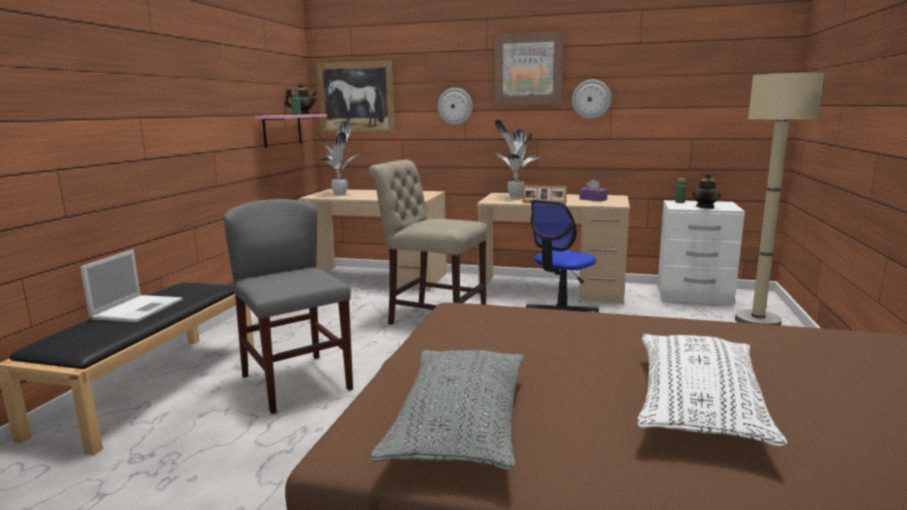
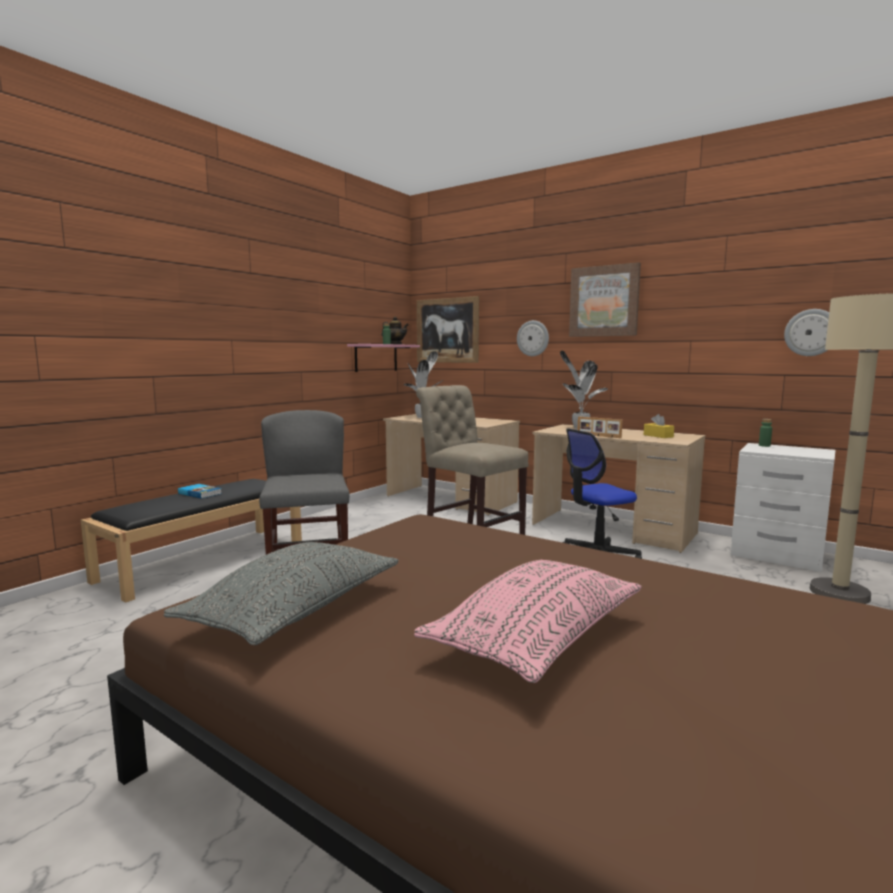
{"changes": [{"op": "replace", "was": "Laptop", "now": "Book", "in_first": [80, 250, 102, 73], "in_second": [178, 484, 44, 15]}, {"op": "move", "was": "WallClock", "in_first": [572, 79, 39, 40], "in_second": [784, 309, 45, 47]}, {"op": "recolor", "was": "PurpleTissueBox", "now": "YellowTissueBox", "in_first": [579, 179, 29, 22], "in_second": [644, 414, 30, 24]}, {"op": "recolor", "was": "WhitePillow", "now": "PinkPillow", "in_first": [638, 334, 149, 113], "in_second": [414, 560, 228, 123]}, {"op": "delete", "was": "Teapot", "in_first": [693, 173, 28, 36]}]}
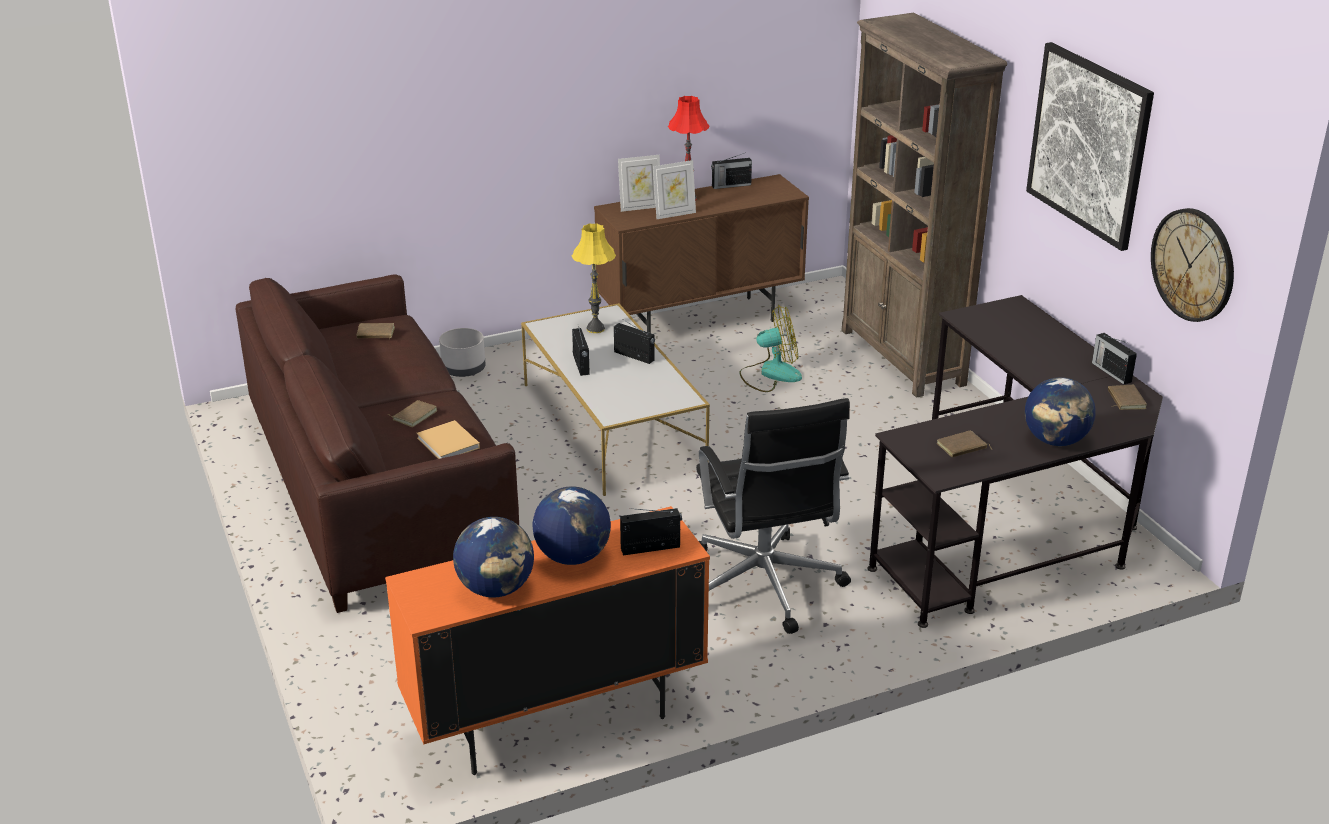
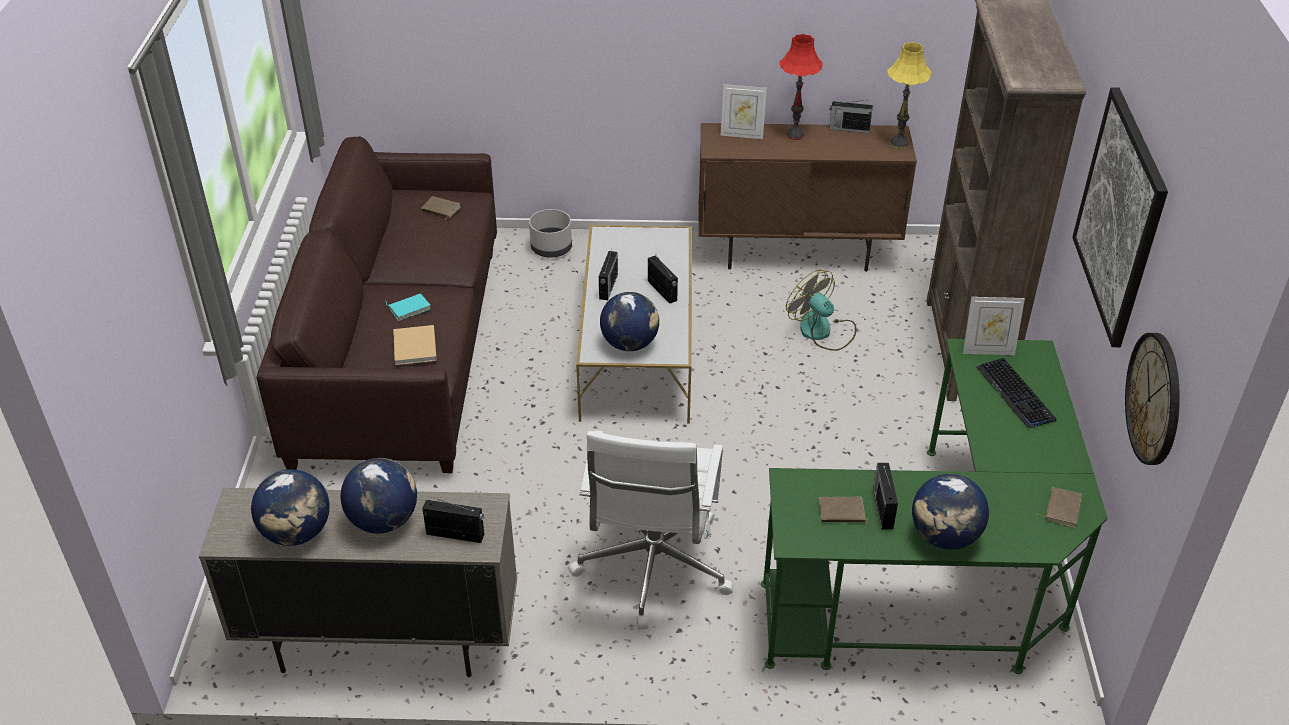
{"changes": [{"op": "recolor", "was": "OrangeCabinet", "now": "BeigeCabinet", "in_first": [385, 506, 325, 269], "in_second": [199, 488, 318, 189]}, {"op": "recolor", "was": "BrownBook", "now": "TurquoiseBook", "in_first": [388, 400, 49, 27], "in_second": [386, 293, 45, 28]}, {"op": "move", "was": "YellowTableLamp", "in_first": [572, 223, 44, 110], "in_second": [887, 42, 44, 107]}, {"op": "move", "was": "PictureFrame", "in_first": [653, 160, 43, 59], "in_second": [963, 297, 62, 58]}, {"op": "recolor", "was": "BlackOfficeChair", "now": "WhiteOfficeChair", "in_first": [696, 398, 155, 236], "in_second": [569, 431, 164, 199]}, {"op": "rotate", "was": "Fan", "in_first": [739, 305, 63, 87], "in_second": [786, 270, 70, 81], "clockwise": -150}, {"op": "recolor", "was": "BlackDesk", "now": "GreenDesk", "in_first": [867, 295, 296, 333], "in_second": [761, 339, 347, 335]}, {"op": "move", "was": "Radio", "in_first": [1092, 333, 45, 52], "in_second": [873, 463, 25, 66]}, {"op": "insert", "now": "Globe", "in_second": [600, 292, 59, 59]}, {"op": "insert", "now": "Keyboard", "in_second": [976, 358, 80, 70]}]}
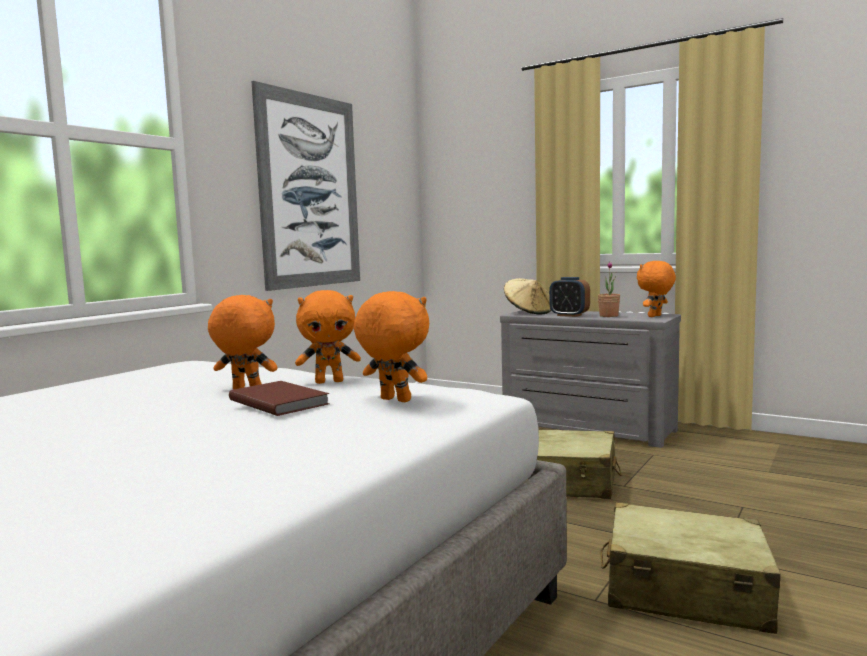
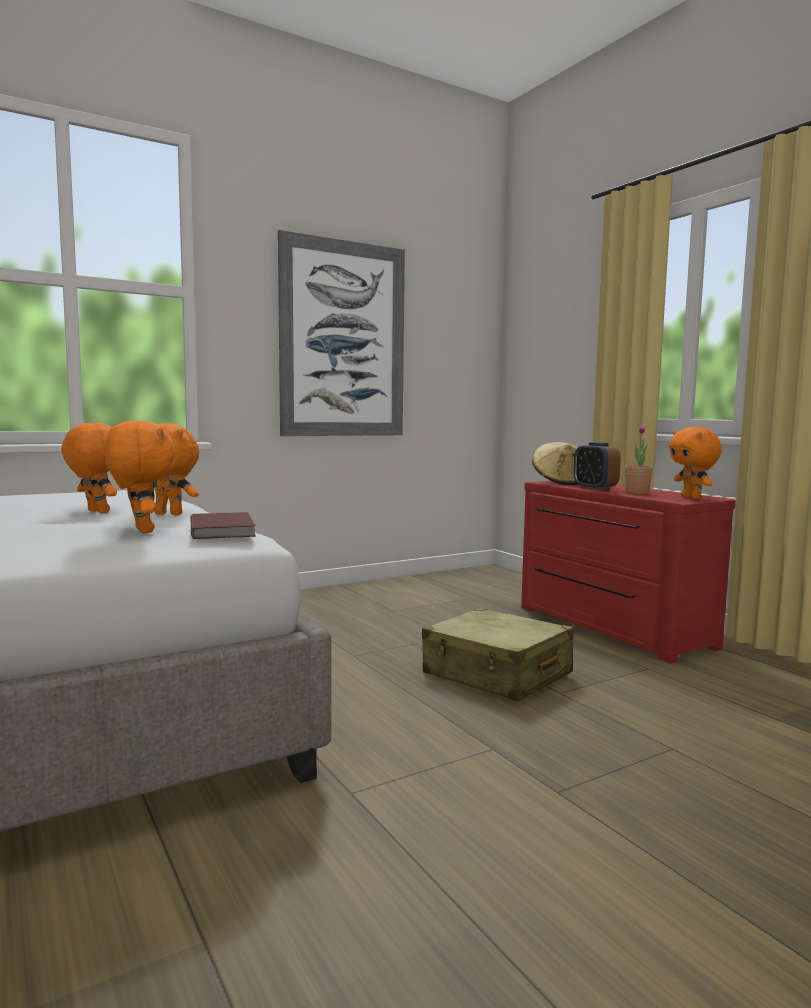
{"changes": [{"op": "move", "was": "BrownBook", "in_first": [229, 381, 100, 35], "in_second": [191, 512, 65, 27]}, {"op": "recolor", "was": "GreyDresser", "now": "RedDresser", "in_first": [500, 310, 181, 138], "in_second": [521, 481, 215, 183]}, {"op": "delete", "was": "BeigeSuitcase", "in_first": [600, 502, 181, 132]}, {"op": "rotate", "was": "OrangePlushToy", "in_first": [637, 261, 39, 56], "in_second": [669, 427, 53, 72], "clockwise": -90}]}
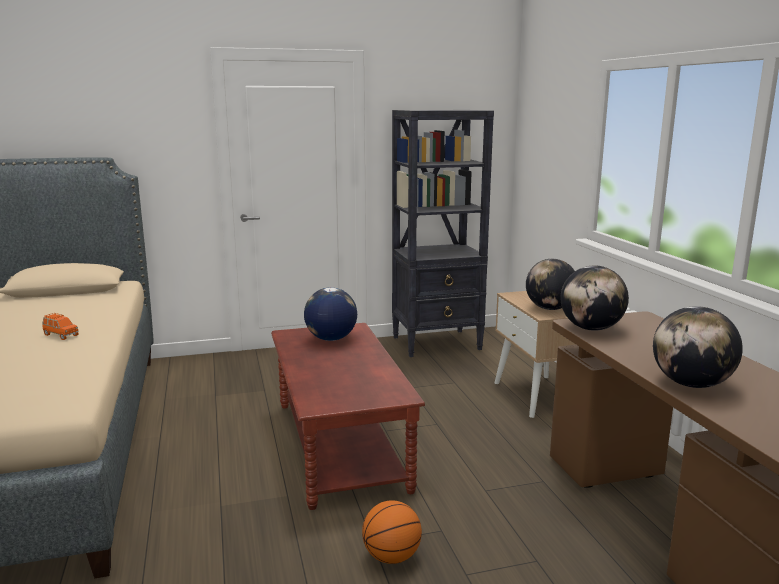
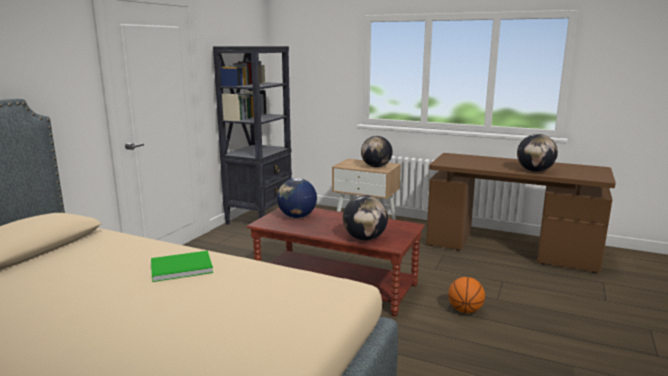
{"changes": [{"op": "replace", "was": "OrangeToyCar", "now": "GreenBook", "in_first": [42, 313, 37, 27], "in_second": [151, 251, 62, 31]}, {"op": "move", "was": "Globe", "in_first": [561, 266, 68, 65], "in_second": [343, 195, 45, 45]}]}
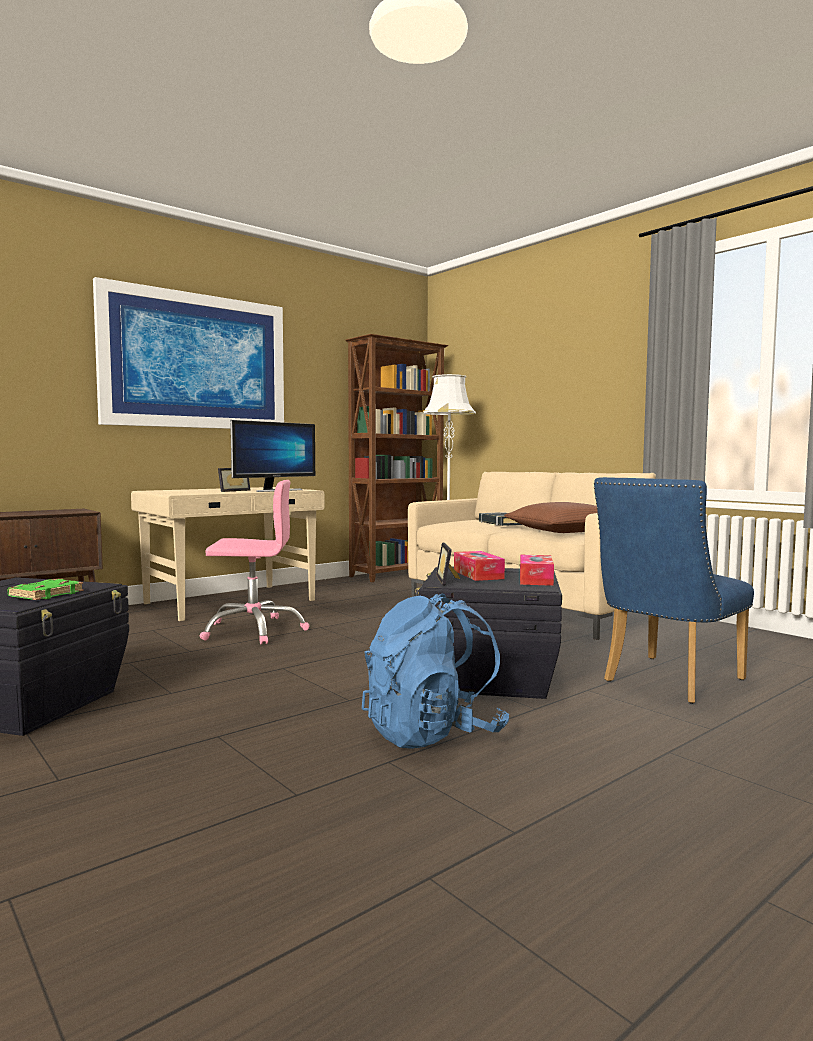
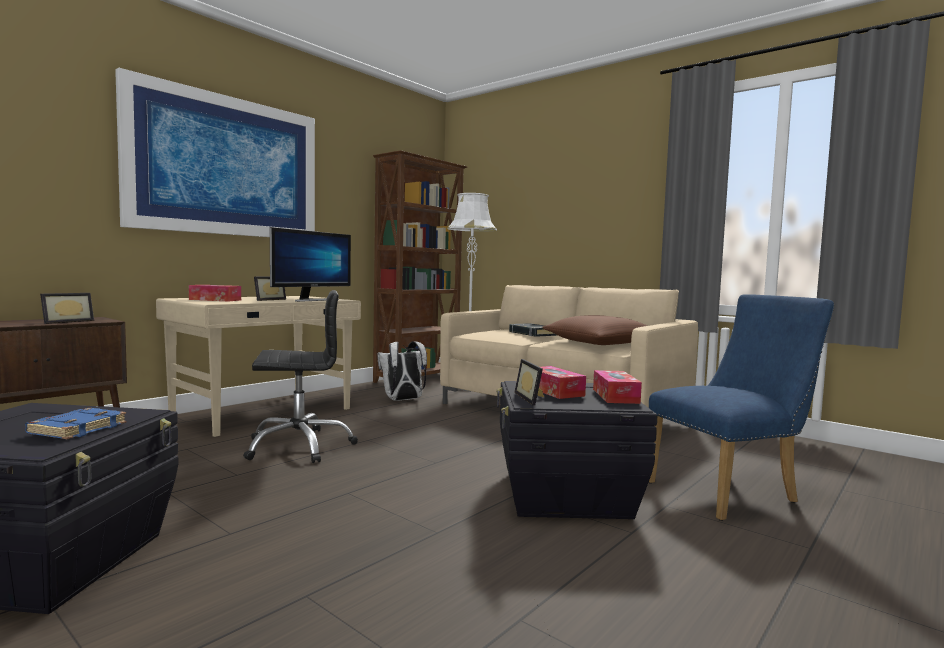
{"changes": [{"op": "recolor", "was": "GreenBook", "now": "BlueBook", "in_first": [7, 579, 77, 21], "in_second": [25, 408, 102, 31]}, {"op": "recolor", "was": "PinkOfficeChair", "now": "BlackOfficeChair", "in_first": [200, 480, 110, 164], "in_second": [243, 290, 115, 173]}, {"op": "delete", "was": "BlueBackpack", "in_first": [362, 593, 147, 156]}, {"op": "rotate", "was": "BlueChair", "in_first": [594, 477, 160, 227], "in_second": [649, 294, 185, 227], "clockwise": -150}, {"op": "insert", "now": "PictureFrame", "in_second": [40, 293, 54, 31]}, {"op": "insert", "now": "TissueBox", "in_second": [189, 285, 52, 16]}, {"op": "insert", "now": "WhiteBackpack", "in_second": [377, 341, 50, 60]}]}
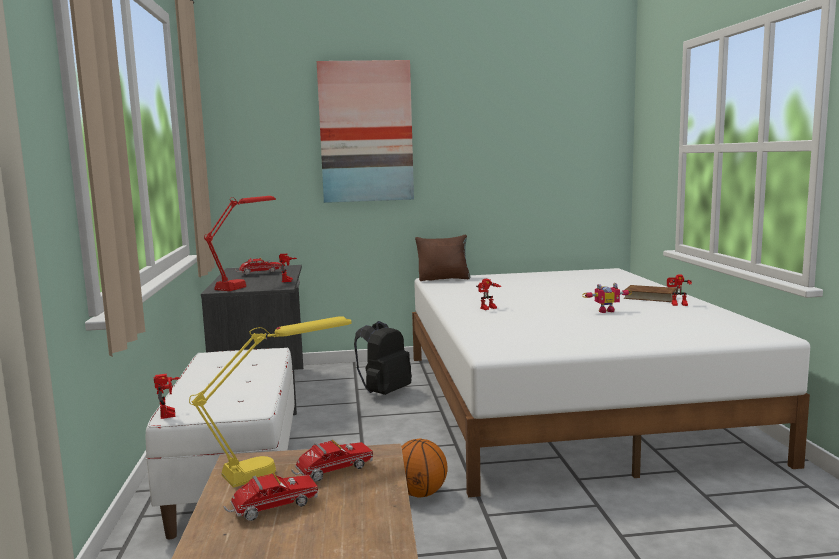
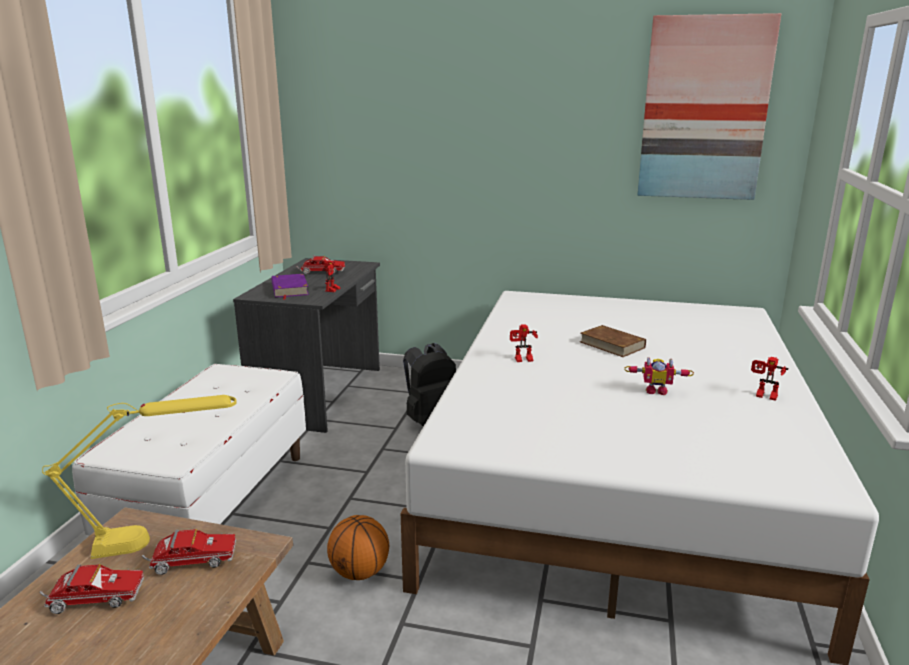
{"changes": [{"op": "delete", "was": "ToyRobot", "in_first": [154, 374, 27, 45]}, {"op": "replace", "was": "RedTableLamp", "now": "PurpleBook", "in_first": [204, 196, 72, 95], "in_second": [271, 274, 38, 26]}, {"op": "move", "was": "Picture", "in_first": [317, 60, 97, 143], "in_second": [637, 13, 145, 187]}, {"op": "delete", "was": "BrownPillow", "in_first": [415, 234, 56, 47]}, {"op": "move", "was": "BrownBook", "in_first": [624, 285, 53, 17], "in_second": [580, 325, 66, 32]}]}
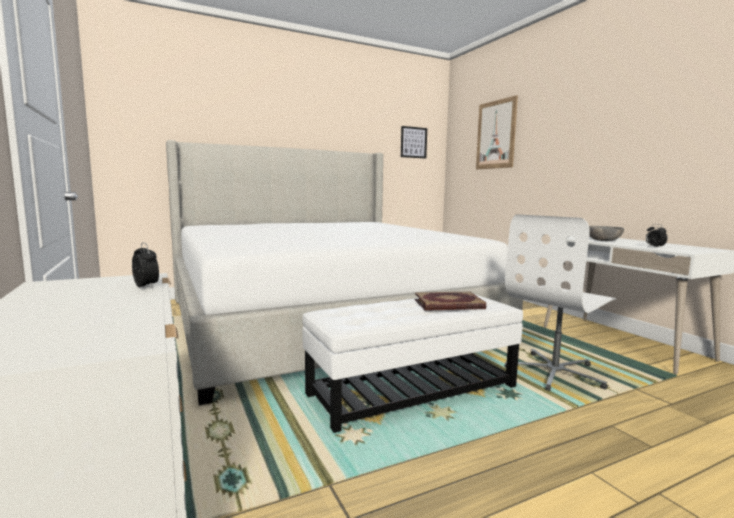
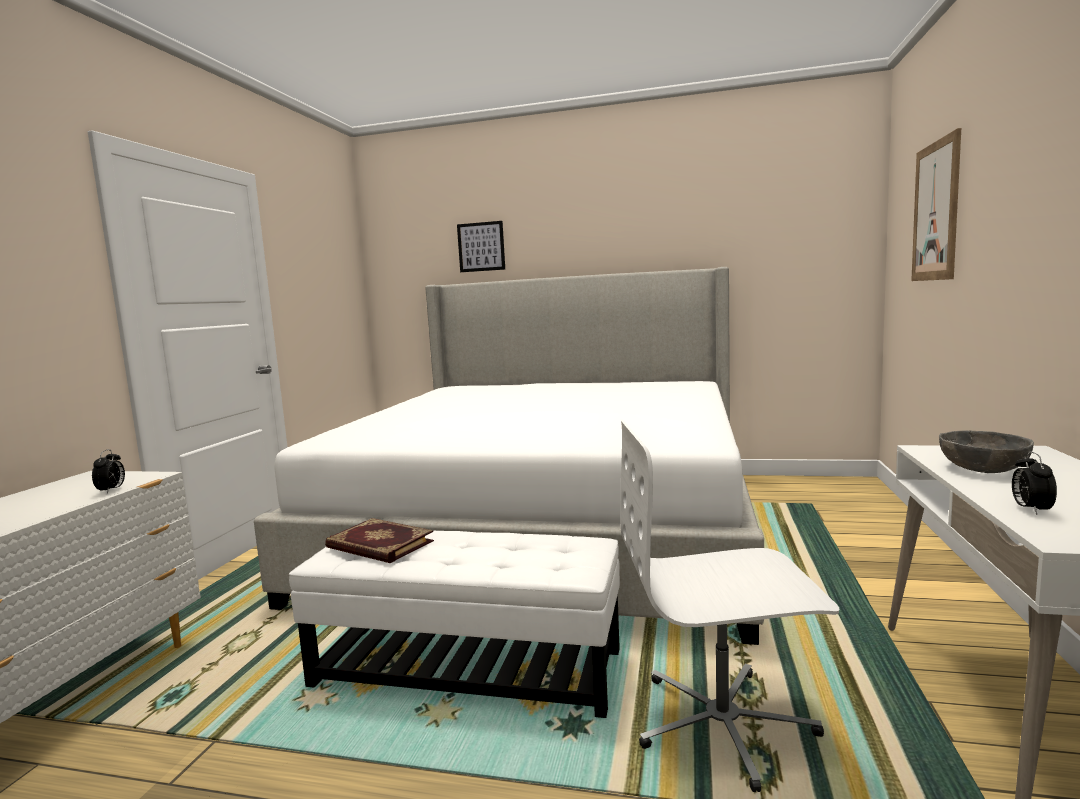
{"changes": [{"op": "move", "was": "Picture", "in_first": [401, 126, 26, 33], "in_second": [457, 221, 48, 51]}, {"op": "move", "was": "Book", "in_first": [414, 292, 72, 19], "in_second": [325, 518, 109, 45]}]}
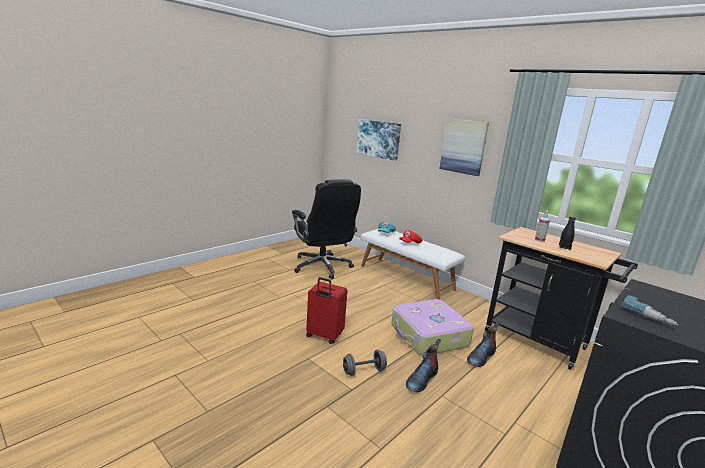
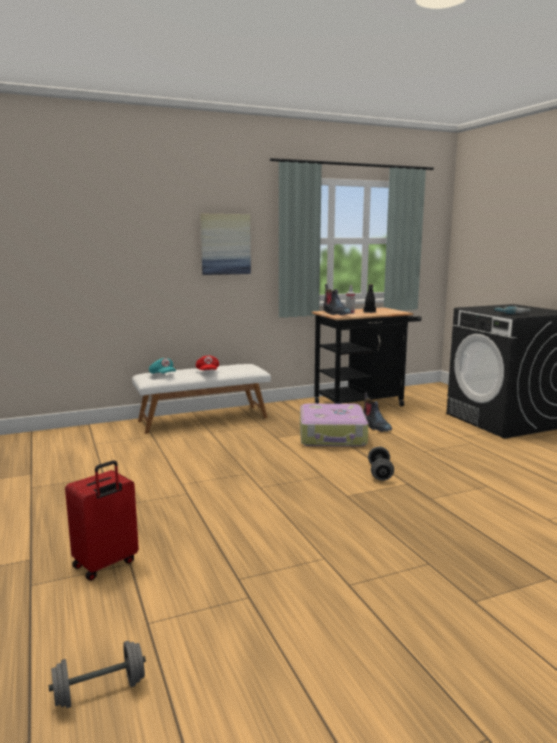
{"changes": [{"op": "delete", "was": "BlackOfficeChair", "in_first": [292, 179, 69, 100]}, {"op": "move", "was": "RedSuitcase", "in_first": [306, 277, 42, 67], "in_second": [65, 460, 74, 121]}, {"op": "delete", "was": "Picture", "in_first": [356, 119, 45, 42]}, {"op": "move", "was": "Boot", "in_first": [406, 339, 35, 53], "in_second": [323, 284, 29, 31]}, {"op": "insert", "now": "GreyDumbbell", "in_second": [48, 641, 98, 67]}]}
